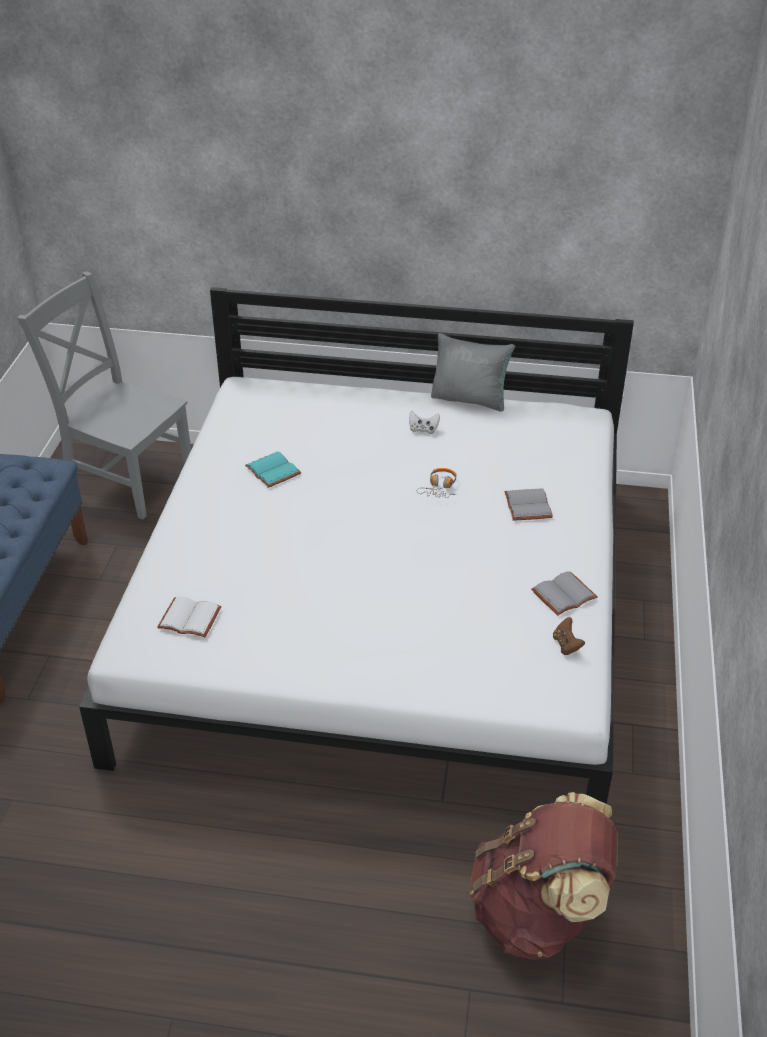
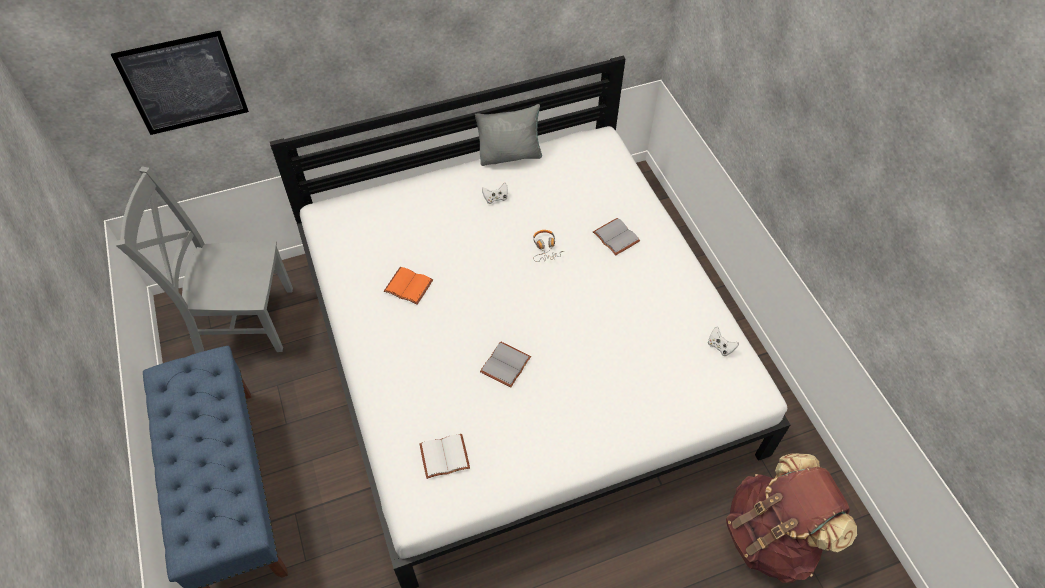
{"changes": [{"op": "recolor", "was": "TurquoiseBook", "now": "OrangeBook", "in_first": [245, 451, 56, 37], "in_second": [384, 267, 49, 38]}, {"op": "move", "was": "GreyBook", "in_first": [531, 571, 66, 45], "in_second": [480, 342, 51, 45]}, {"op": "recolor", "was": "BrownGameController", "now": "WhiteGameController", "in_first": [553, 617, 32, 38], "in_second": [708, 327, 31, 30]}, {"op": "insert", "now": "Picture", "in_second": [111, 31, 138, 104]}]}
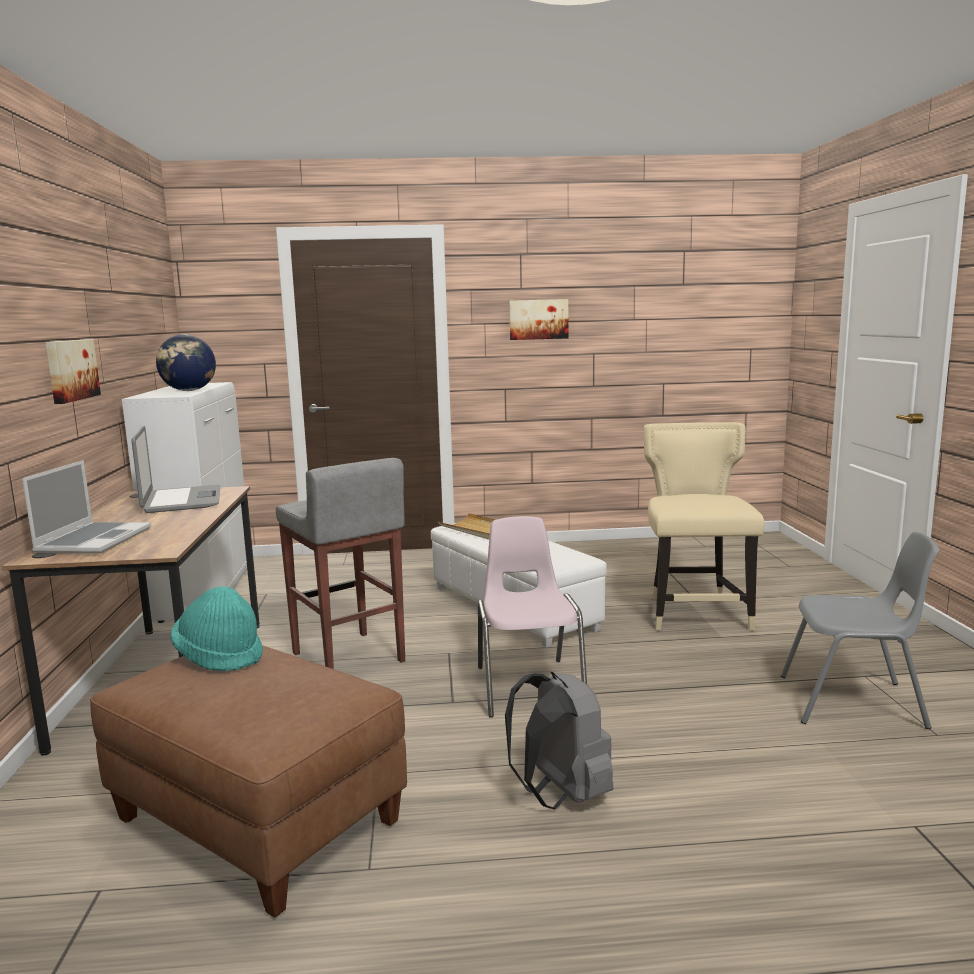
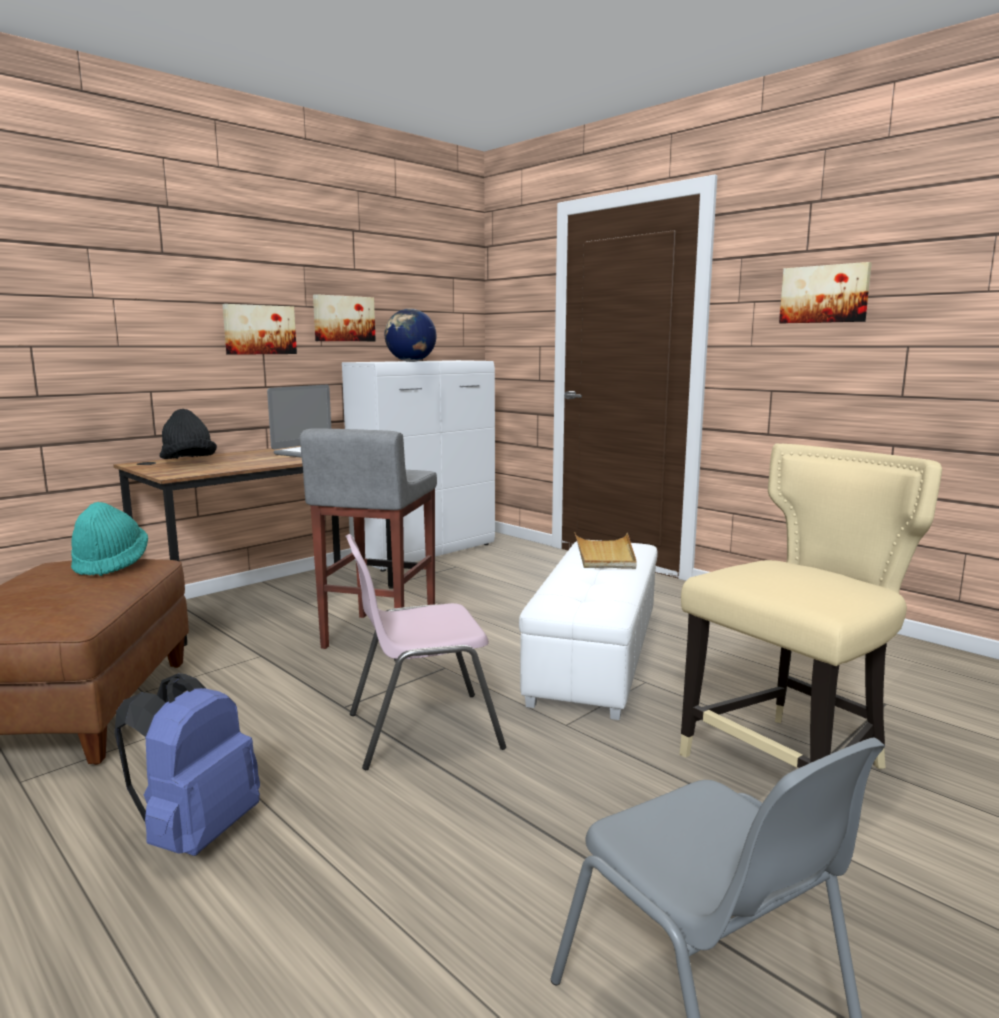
{"changes": [{"op": "replace", "was": "Laptop", "now": "BlackHat", "in_first": [22, 460, 129, 94], "in_second": [160, 409, 57, 50]}, {"op": "rotate", "was": "PinkChair", "in_first": [478, 516, 109, 202], "in_second": [345, 534, 161, 236], "clockwise": -150}, {"op": "recolor", "was": "GreyBackpack", "now": "BlueBackpack", "in_first": [505, 672, 109, 137], "in_second": [115, 673, 145, 183]}, {"op": "insert", "now": "Picture", "in_second": [313, 294, 63, 47]}]}
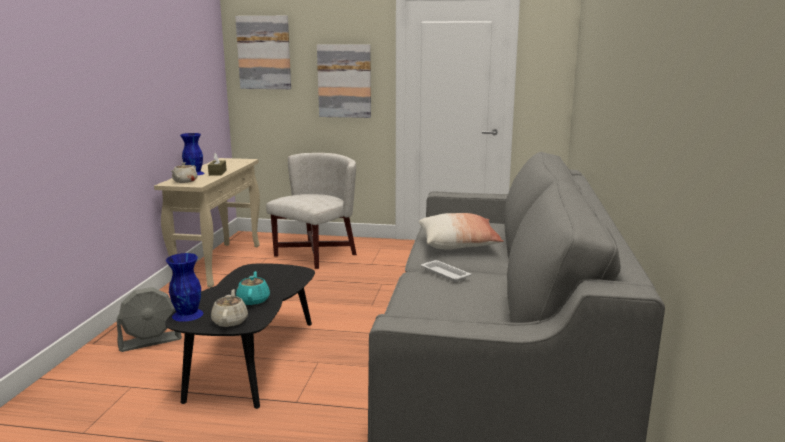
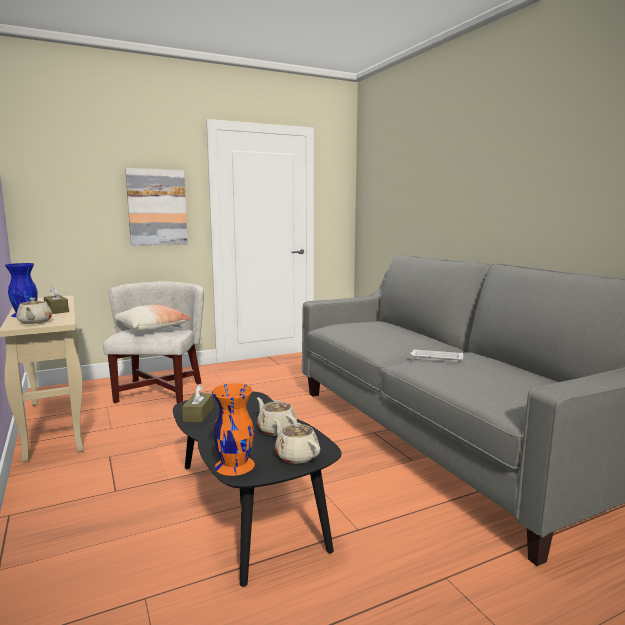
{"changes": [{"op": "delete", "was": "GreyFan", "in_first": [117, 287, 65, 65]}, {"op": "recolor", "was": "BlueVase", "now": "OrangeVase", "in_first": [166, 253, 37, 69], "in_second": [212, 383, 43, 93]}, {"op": "delete", "was": "Picture", "in_first": [235, 16, 56, 73]}, {"op": "recolor", "was": "TurquoiseTeapot", "now": "BeigeTeapot", "in_first": [236, 271, 34, 34], "in_second": [257, 397, 40, 39]}, {"op": "move", "was": "Pillow", "in_first": [419, 213, 85, 37], "in_second": [114, 305, 78, 27]}, {"op": "insert", "now": "BrownTissueBox", "in_second": [182, 385, 31, 38]}]}
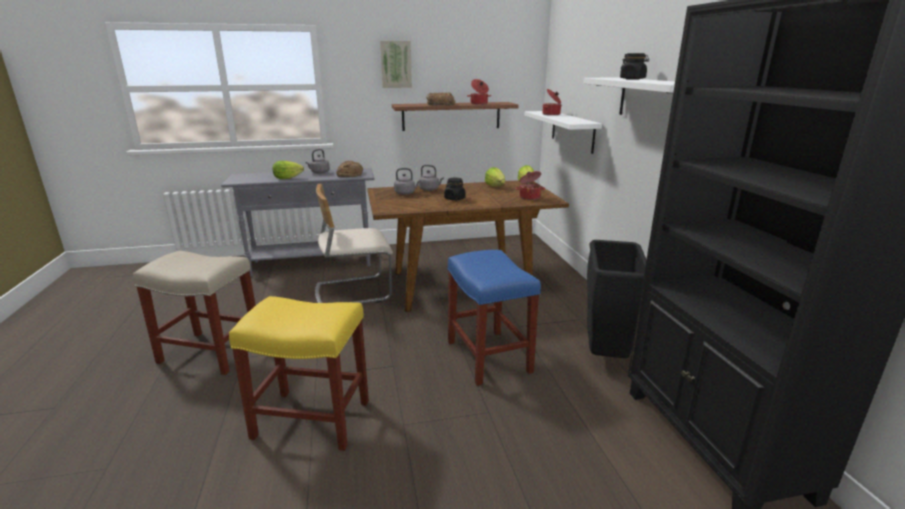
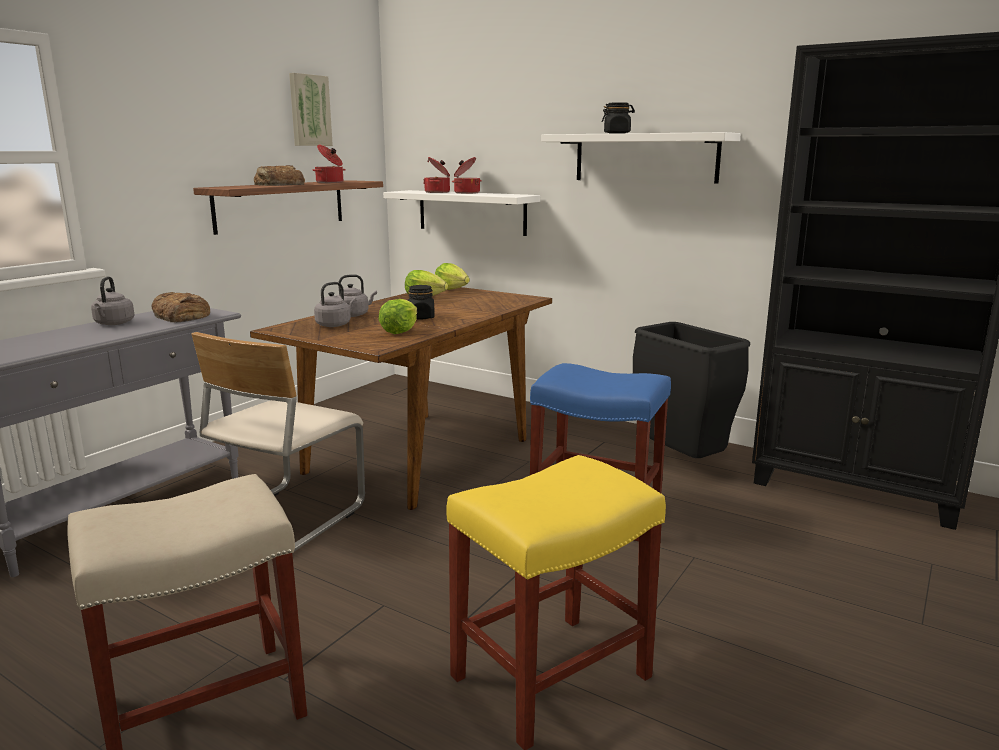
{"changes": [{"op": "move", "was": "Lettuce", "in_first": [272, 161, 32, 18], "in_second": [378, 299, 39, 35]}, {"op": "move", "was": "Picture", "in_first": [380, 41, 32, 47], "in_second": [289, 73, 44, 73]}, {"op": "move", "was": "CookingPot", "in_first": [516, 171, 29, 29], "in_second": [452, 157, 30, 37]}]}
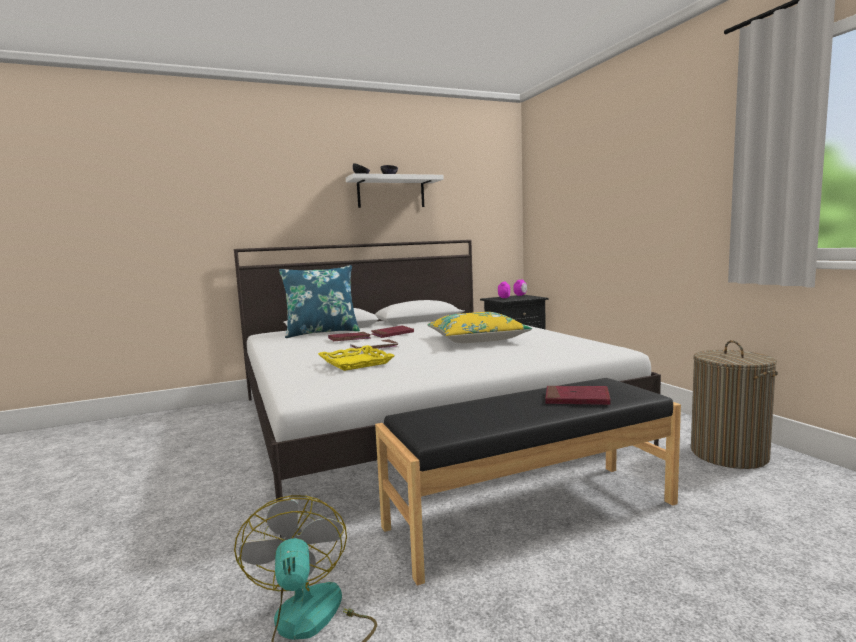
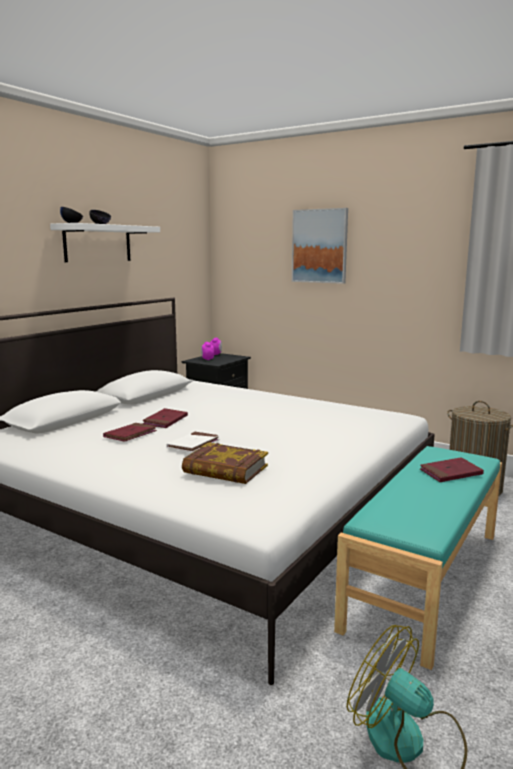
{"changes": [{"op": "delete", "was": "BluePillow", "in_first": [279, 265, 81, 73]}, {"op": "replace", "was": "YellowTray", "now": "Book", "in_first": [318, 345, 77, 26], "in_second": [182, 442, 86, 42]}, {"op": "recolor", "was": "BlackBench", "now": "TurquoiseBench", "in_first": [375, 378, 306, 207], "in_second": [334, 446, 168, 224]}, {"op": "delete", "was": "YellowPillow", "in_first": [427, 312, 105, 31]}, {"op": "insert", "now": "Picture", "in_second": [292, 208, 56, 76]}]}
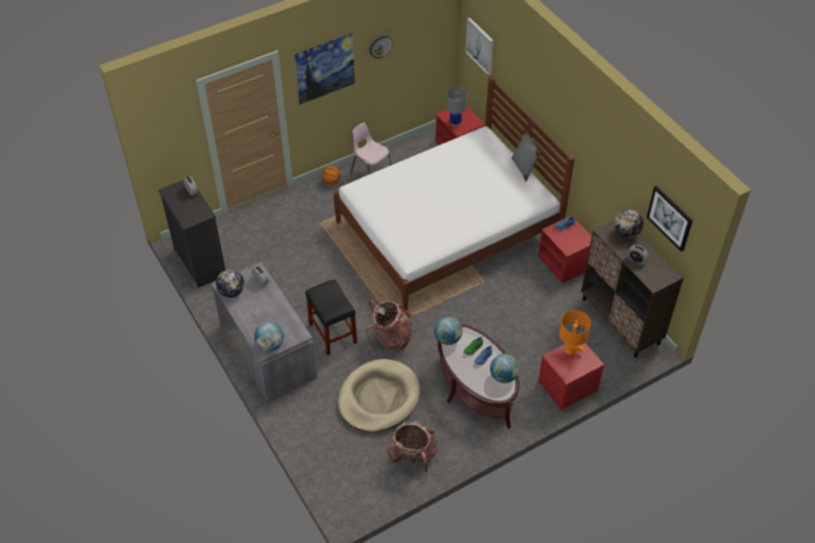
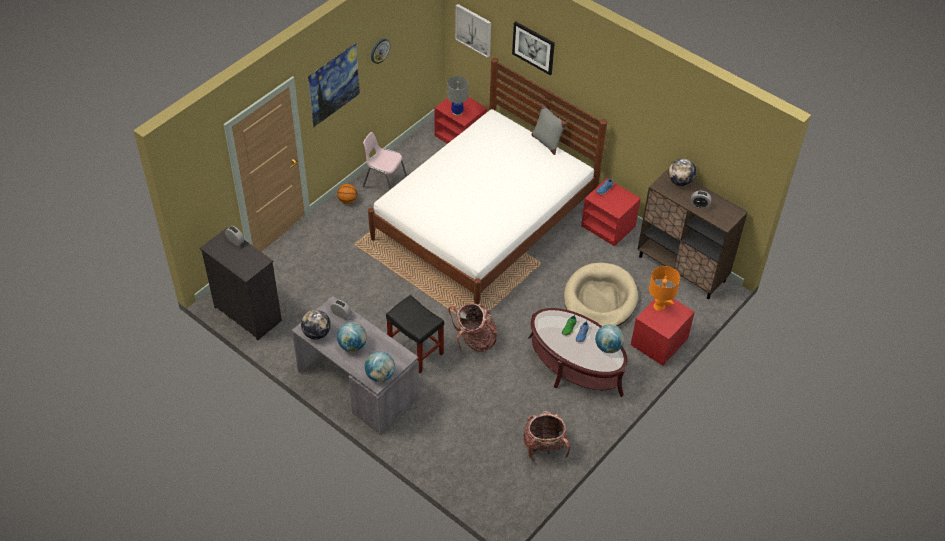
{"changes": [{"op": "move", "was": "BeigeDogBed", "in_first": [338, 359, 82, 73], "in_second": [564, 263, 74, 63]}, {"op": "move", "was": "Globe", "in_first": [434, 317, 29, 28], "in_second": [337, 322, 30, 30]}, {"op": "move", "was": "Picture", "in_first": [646, 186, 47, 66], "in_second": [512, 21, 43, 54]}]}
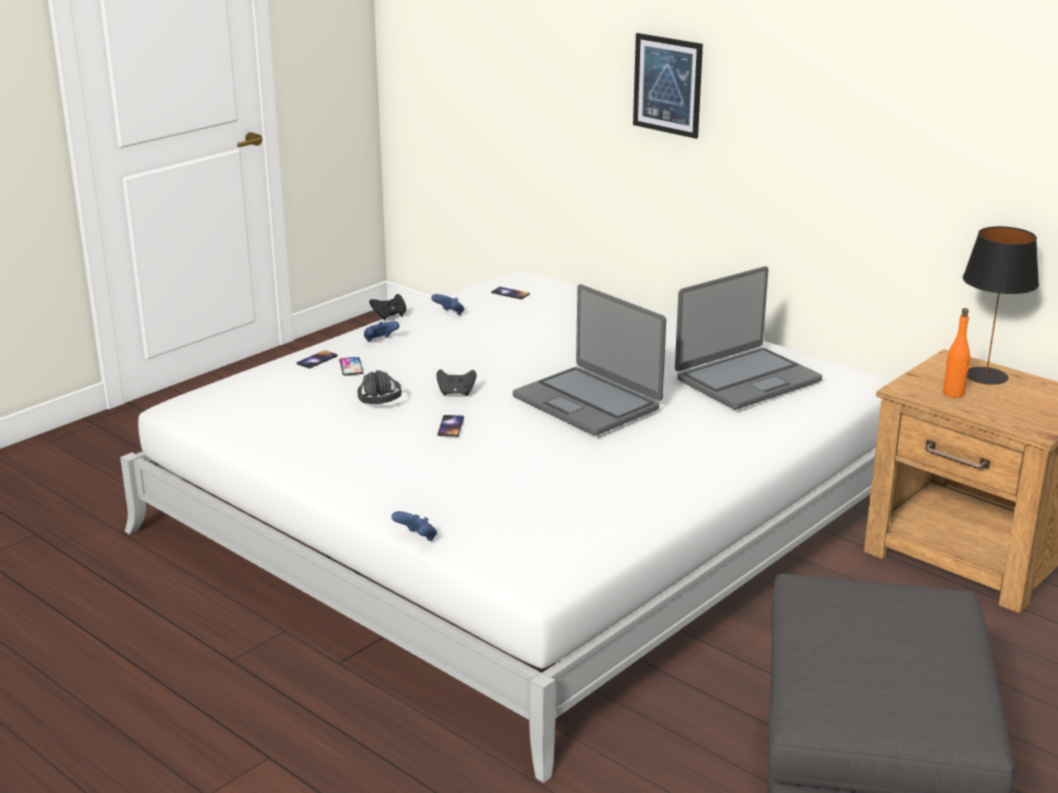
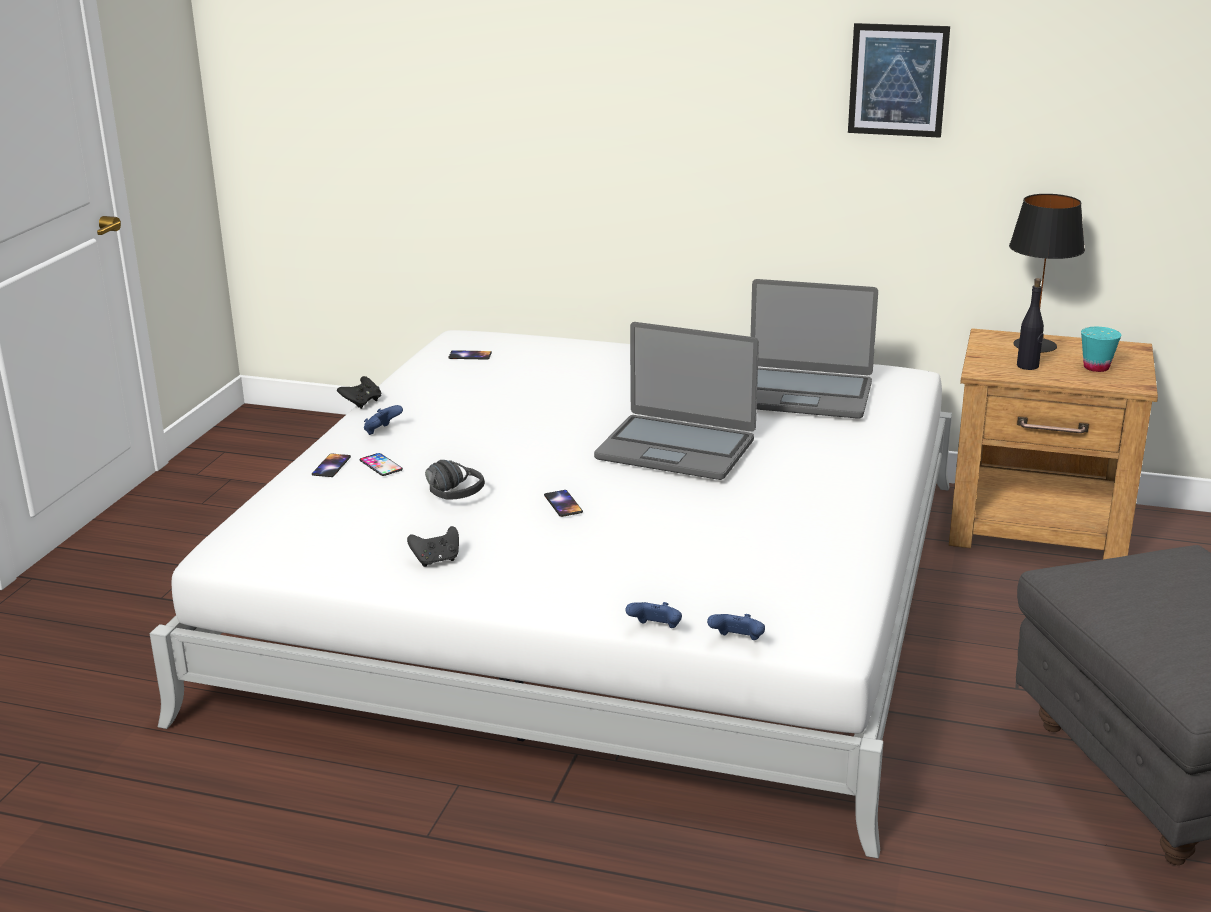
{"changes": [{"op": "move", "was": "BlueGameController", "in_first": [431, 294, 33, 21], "in_second": [707, 614, 58, 26]}, {"op": "move", "was": "BlackGameController", "in_first": [436, 369, 41, 27], "in_second": [407, 526, 52, 41]}, {"op": "move", "was": "Picture", "in_first": [633, 33, 70, 106], "in_second": [848, 23, 102, 115]}, {"op": "rotate", "was": "Laptop", "in_first": [675, 266, 147, 144], "in_second": [751, 279, 127, 140], "clockwise": 75}, {"op": "recolor", "was": "OrangeBottle", "now": "BlackBottle", "in_first": [943, 308, 27, 90], "in_second": [1017, 278, 27, 92]}, {"op": "insert", "now": "TurquoiseCup", "in_second": [1081, 327, 40, 45]}]}
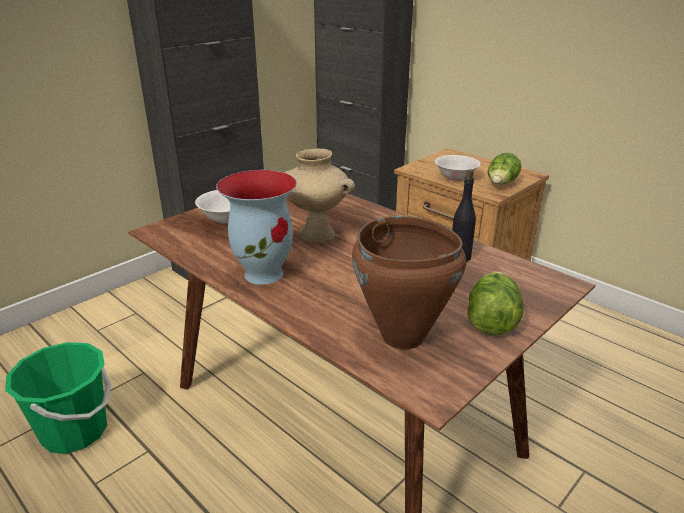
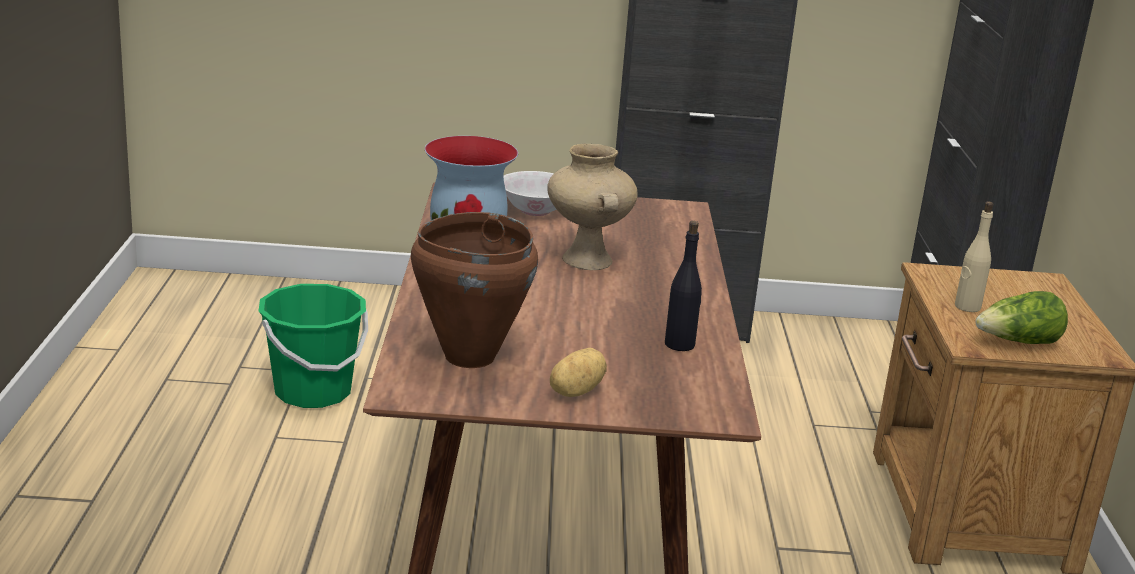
{"changes": [{"op": "replace", "was": "WhiteBowl", "now": "BeigeBottle", "in_first": [435, 155, 45, 26], "in_second": [955, 201, 39, 111]}, {"op": "replace", "was": "Lettuce", "now": "Potato", "in_first": [467, 272, 57, 64], "in_second": [550, 348, 57, 49]}]}
